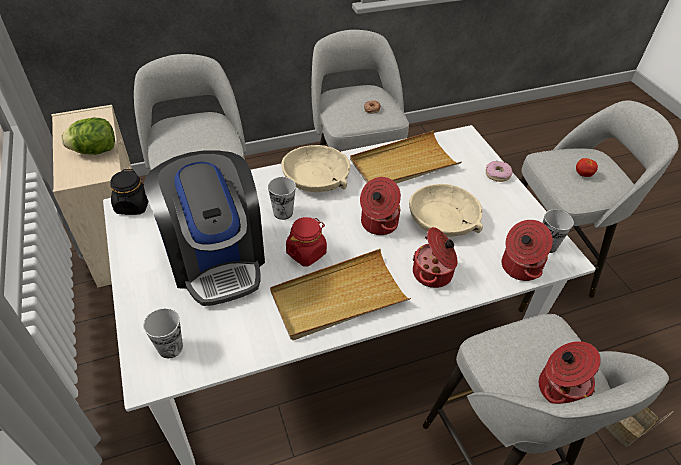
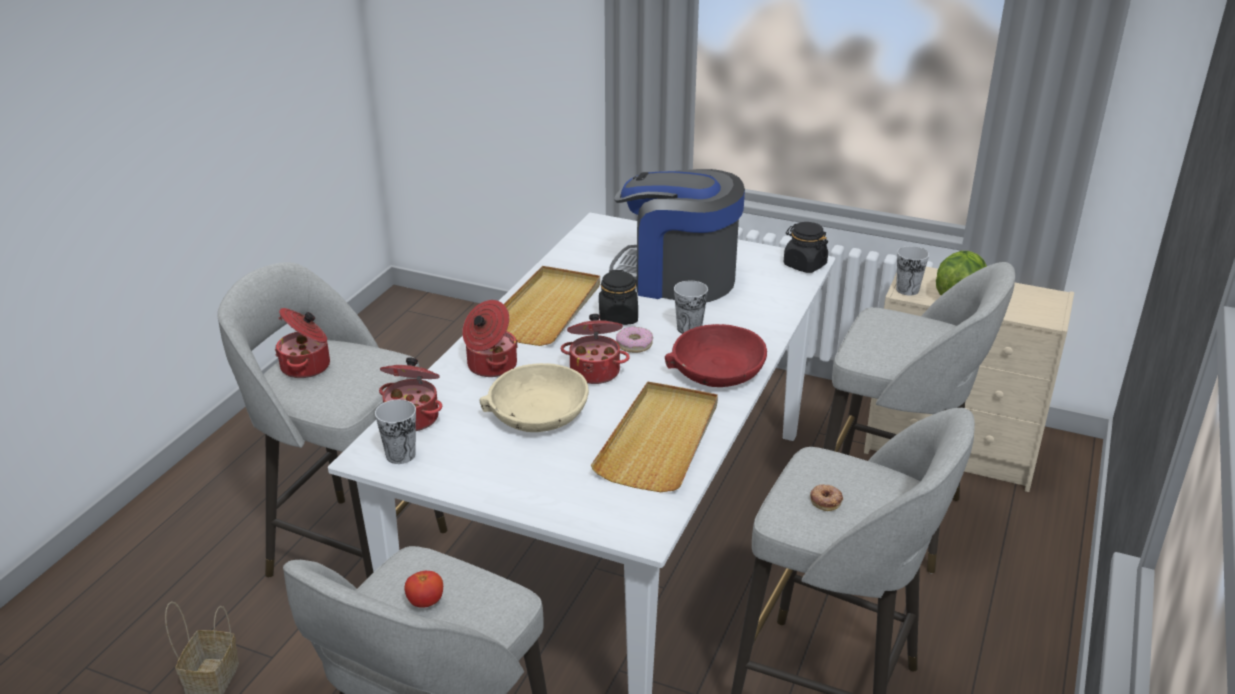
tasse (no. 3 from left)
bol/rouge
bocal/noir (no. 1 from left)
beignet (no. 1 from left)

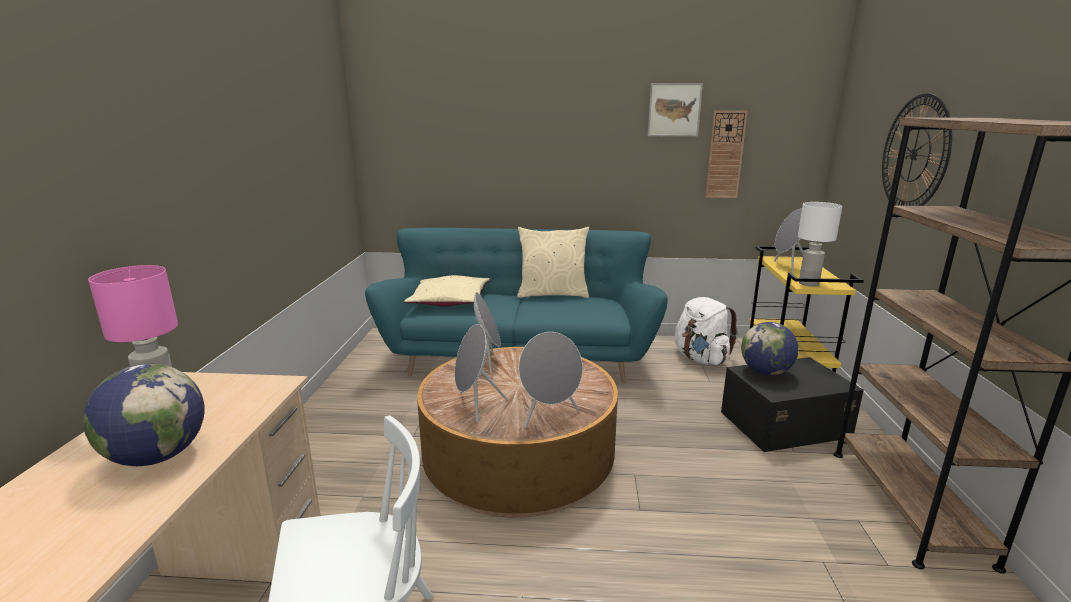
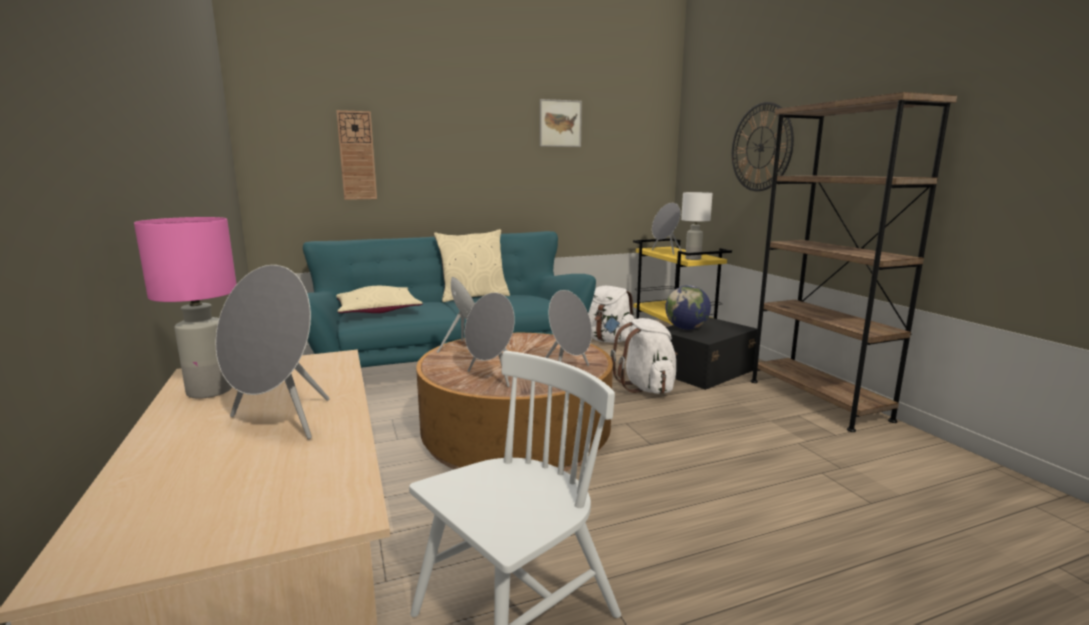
enceinte/gris (no. 1 from left)
horloge murale (no. 1 from left)
sac à dos/blanc (no. 2 from left)

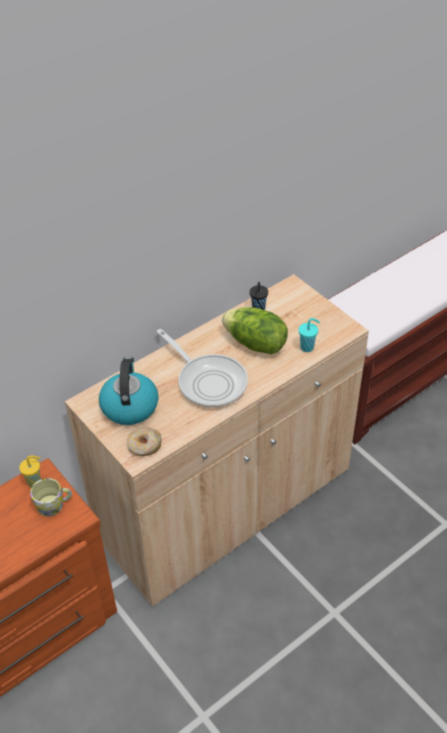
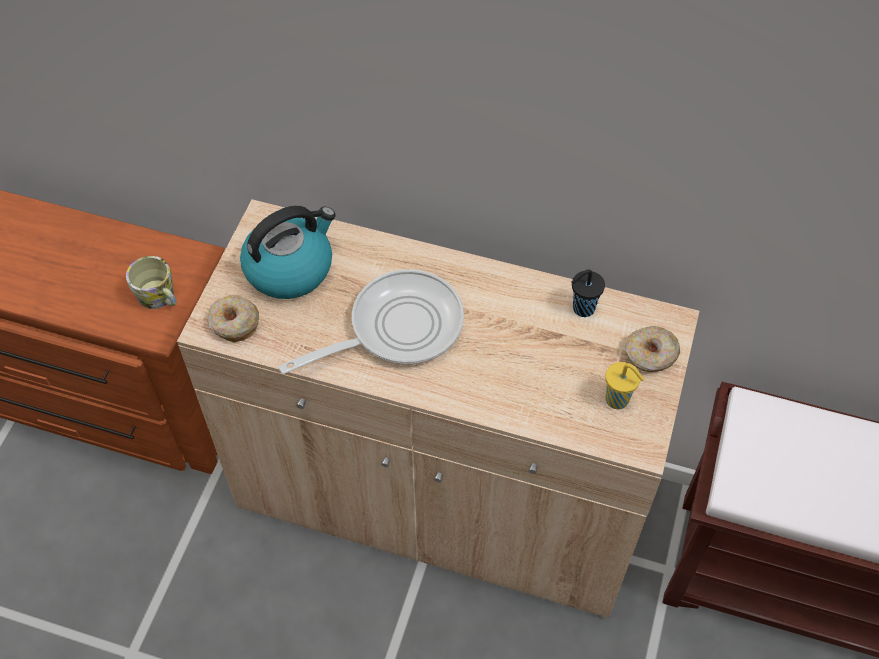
tasse/jaune
poêle
laitue
tasse/turquoise
beignet (no. 2 from left)

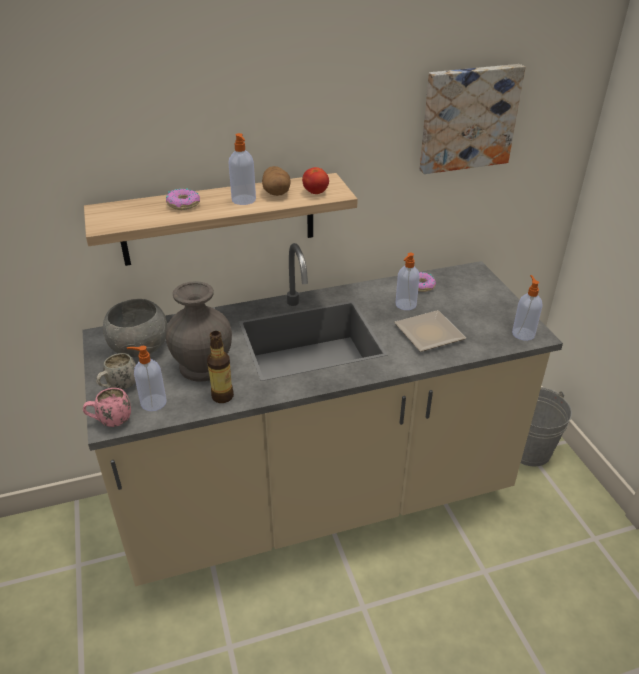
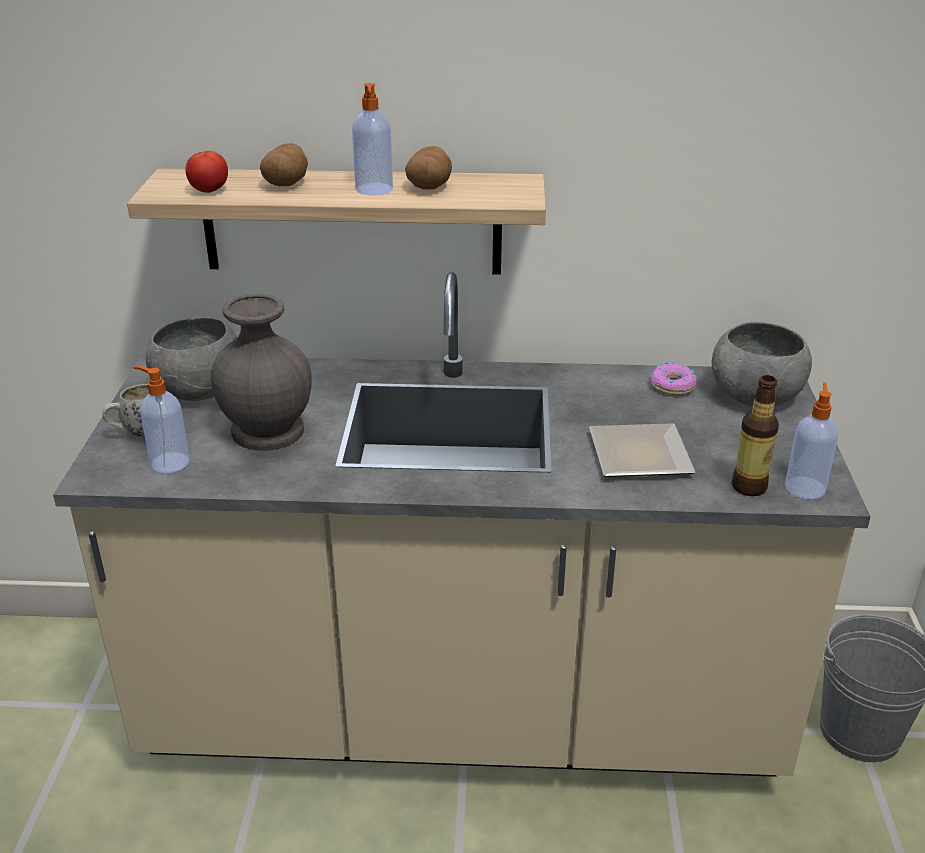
mug/rose
pomme de terre (no. 1 from left)
bouteille
tomate
distributeur de savon (no. 3 from left in the first image)
tableau
bol/gris (no. 2 from left)

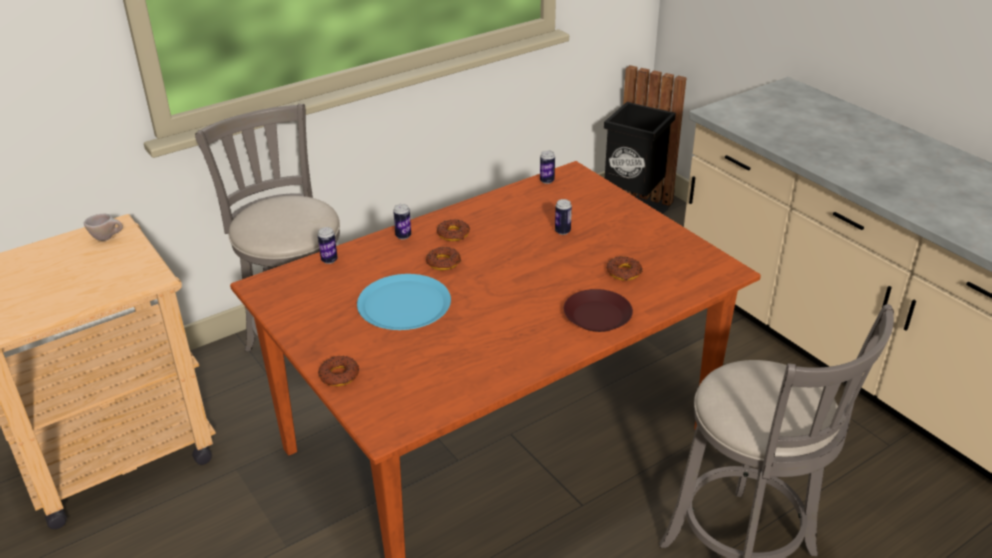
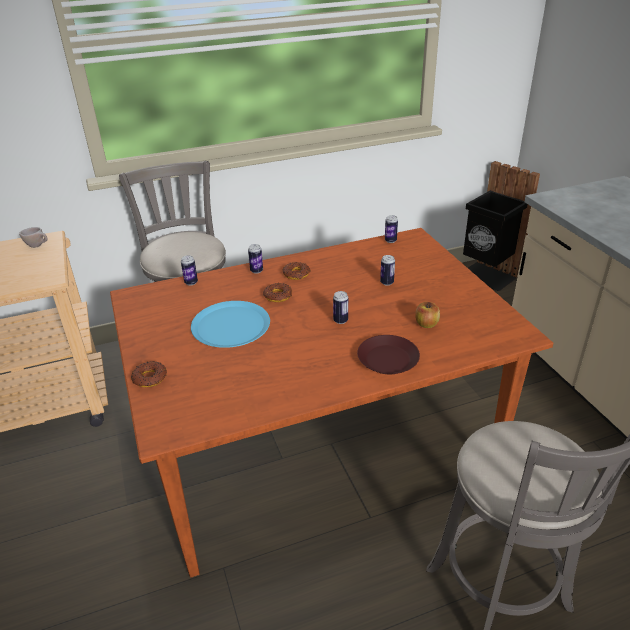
pomme
boîte métallique (no. 3 from left)

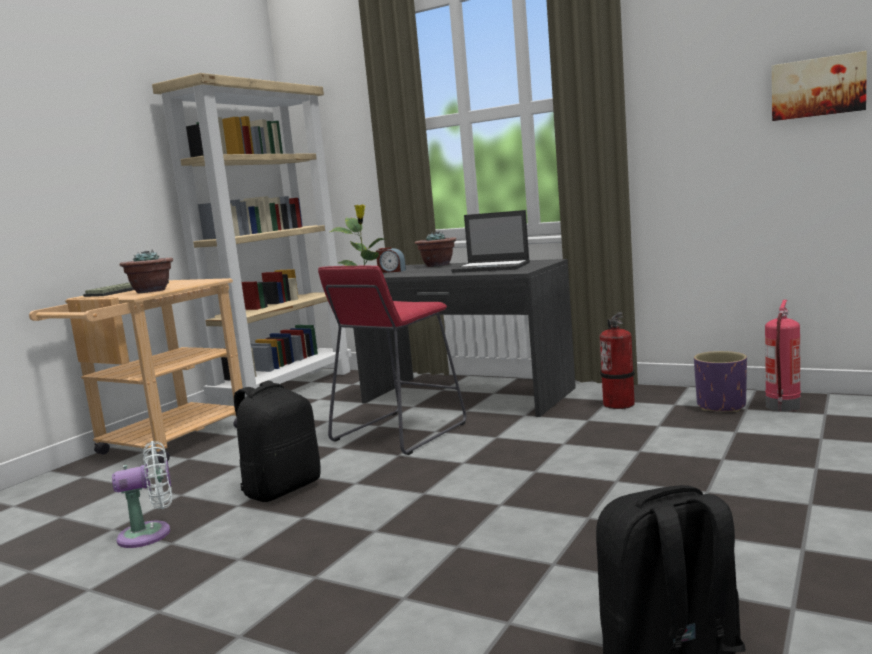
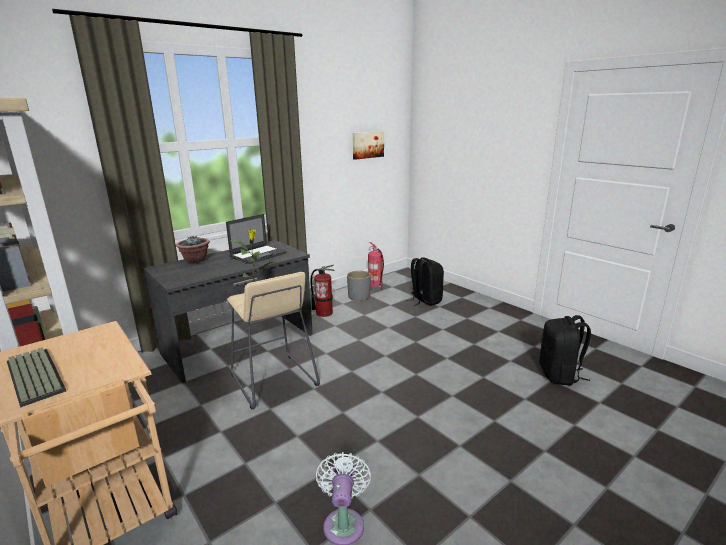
plante en pot (no. 1 from left in the first image)
sac à dos/noir (no. 1 from left)
tabouret/beige
réveil
cache-pot/gris

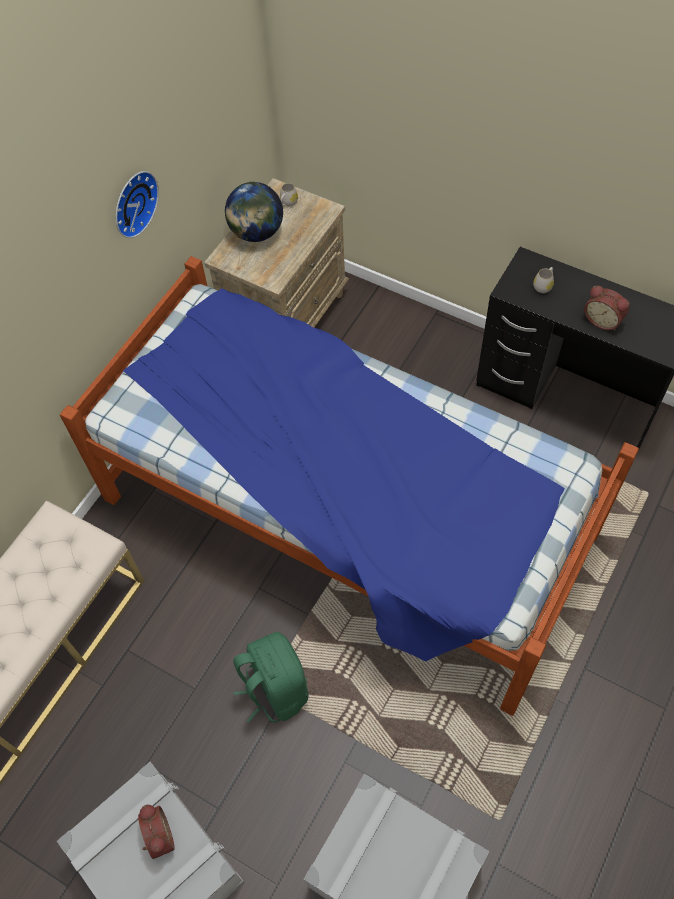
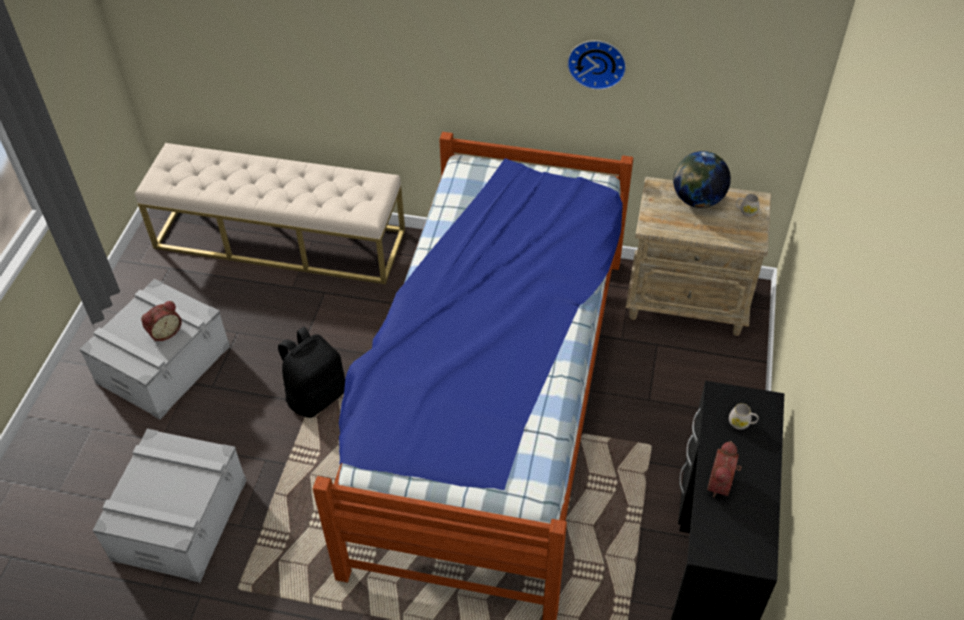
sac à dos/noir

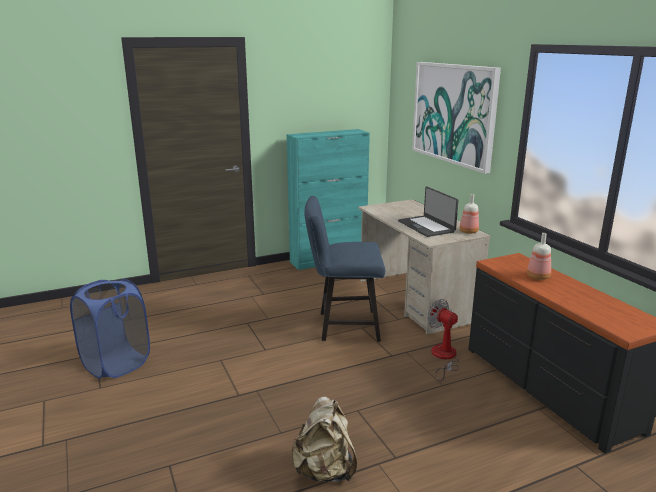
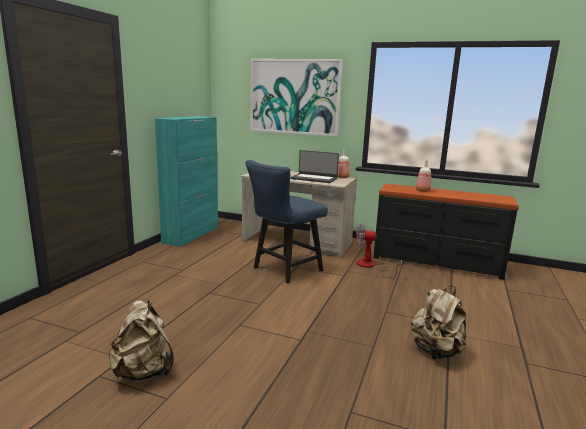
sac à dos/beige (no. 1 from left)

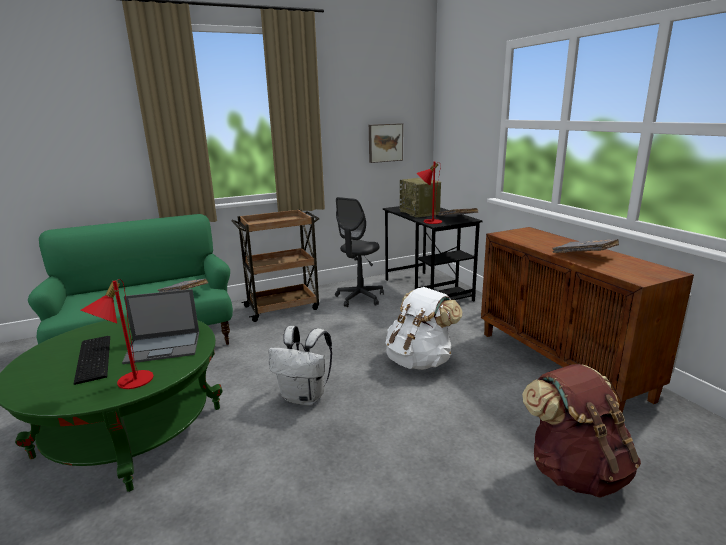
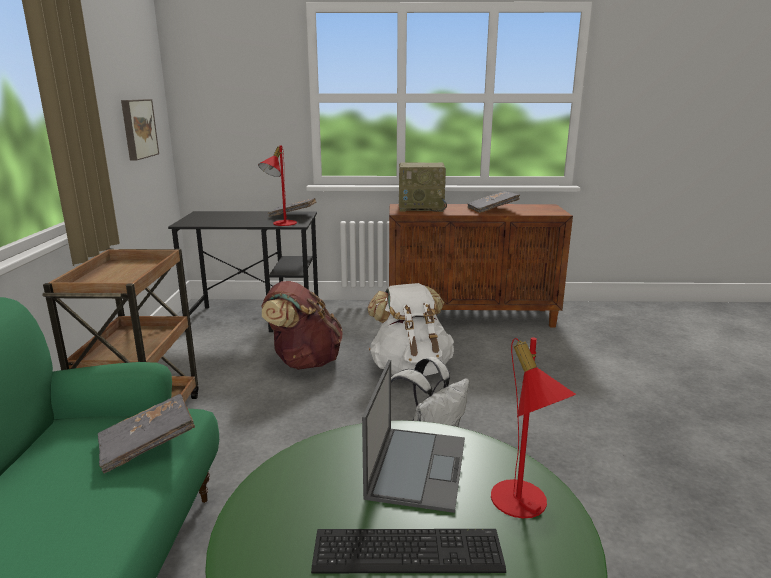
chaise de bureau/gris
radio
sac à dos/marron

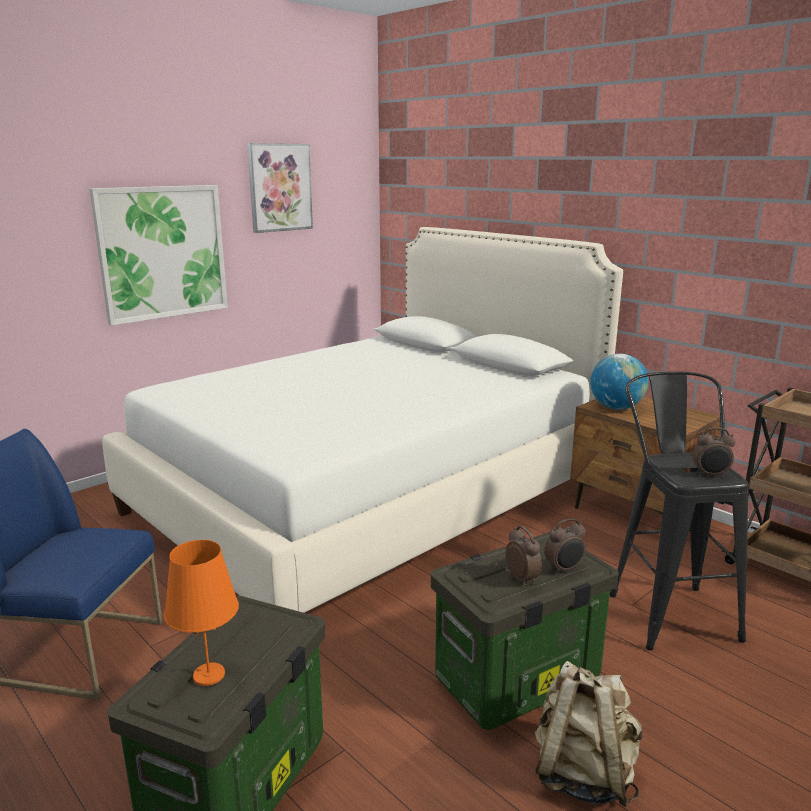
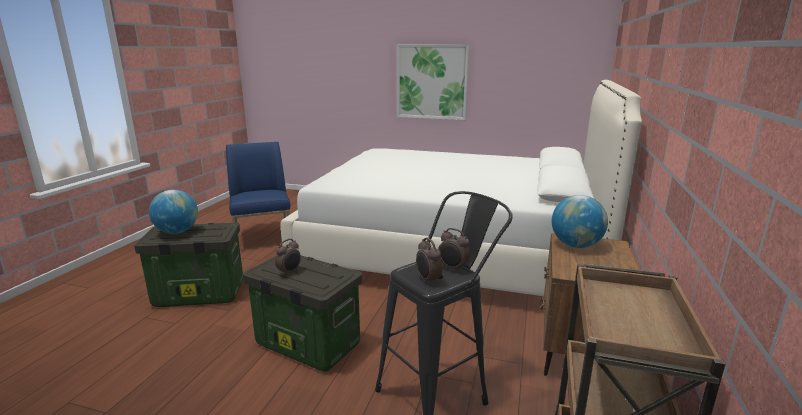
globe (no. 1 from left)
tableau (no. 2 from left in the first image)
sac à dos/beige
réveil (no. 3 from left)

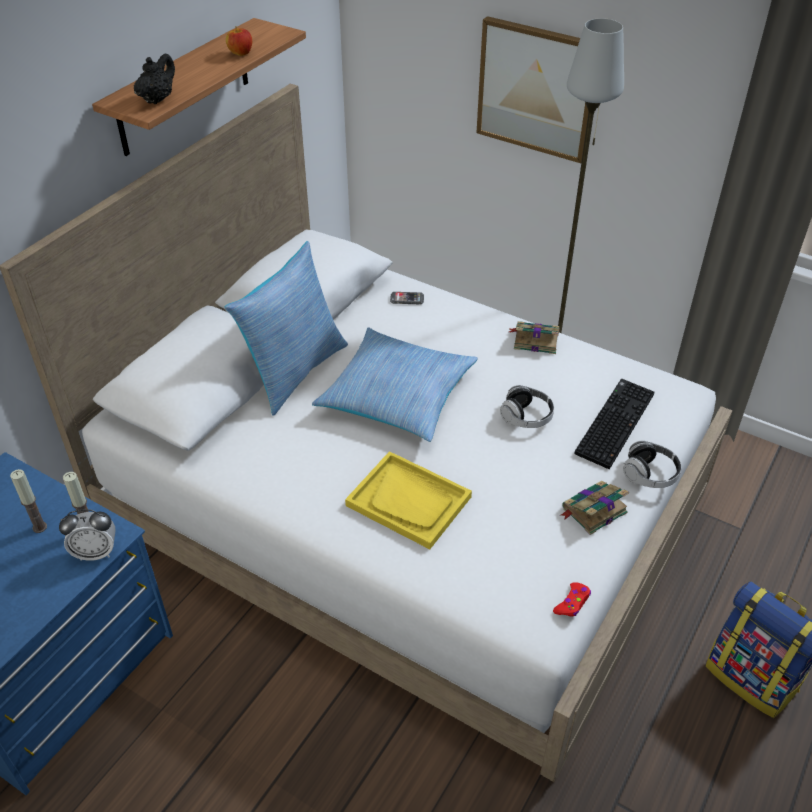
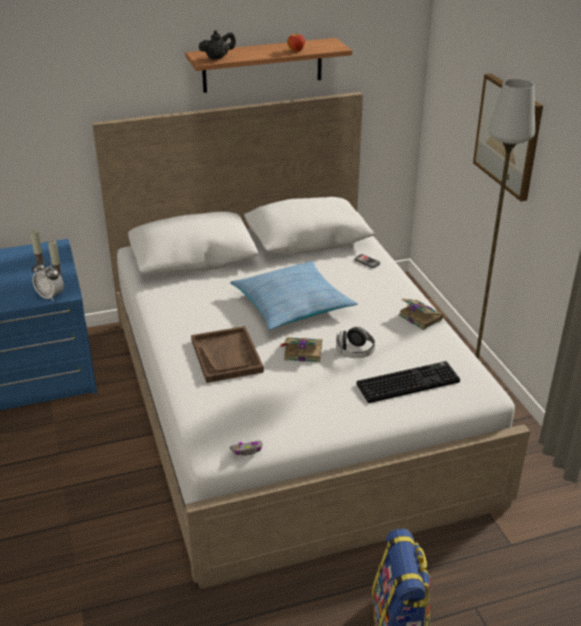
coussin (no. 1 from left in the first image)
plateau/marron
manette/gris
livre (no. 1 from left)
casque audio (no. 2 from left in the first image)

